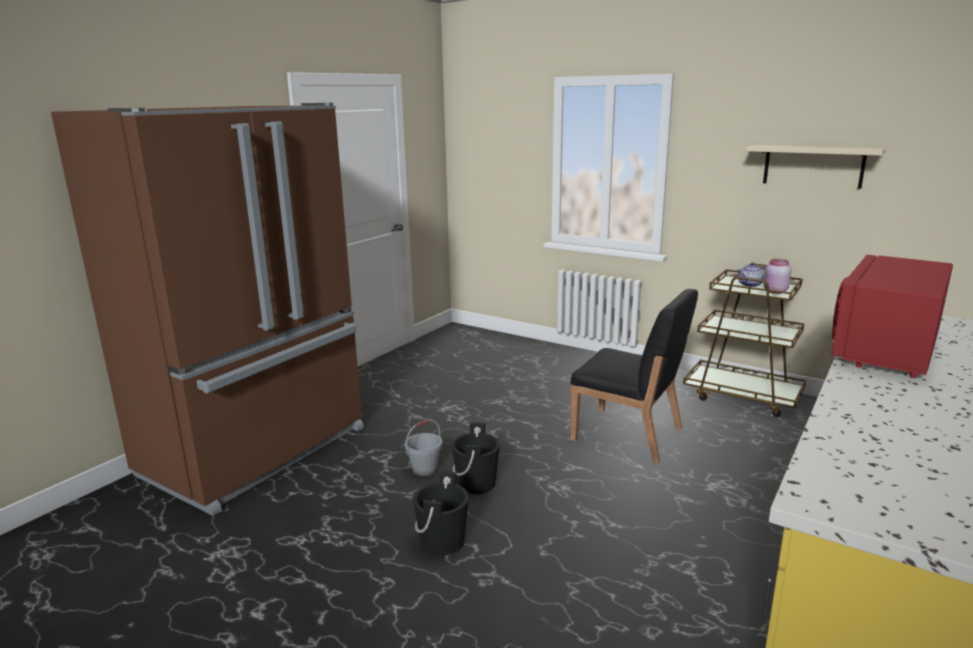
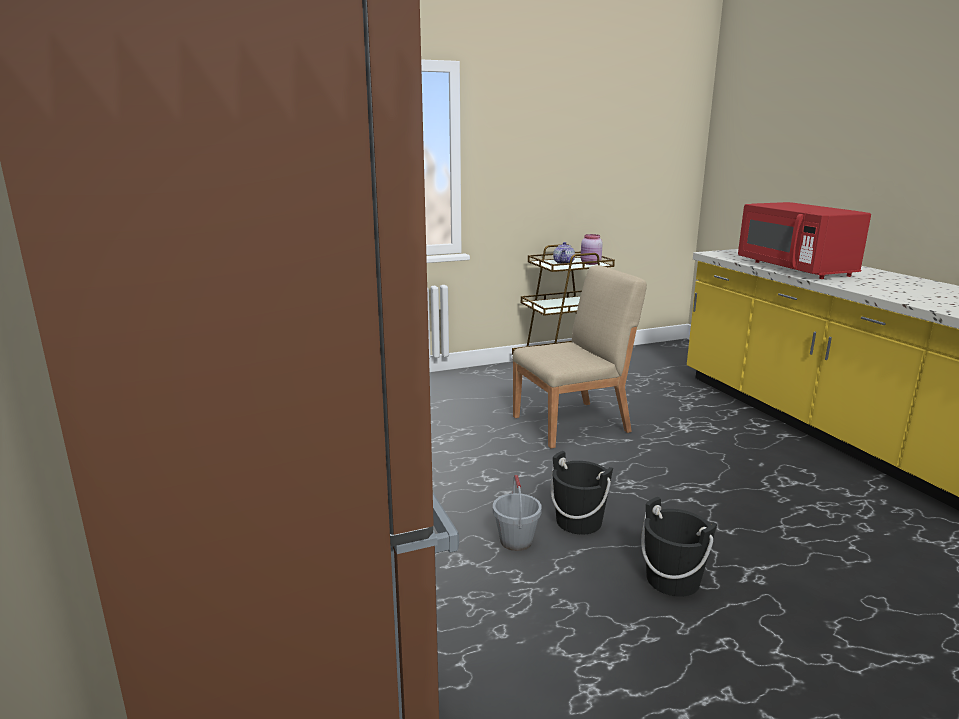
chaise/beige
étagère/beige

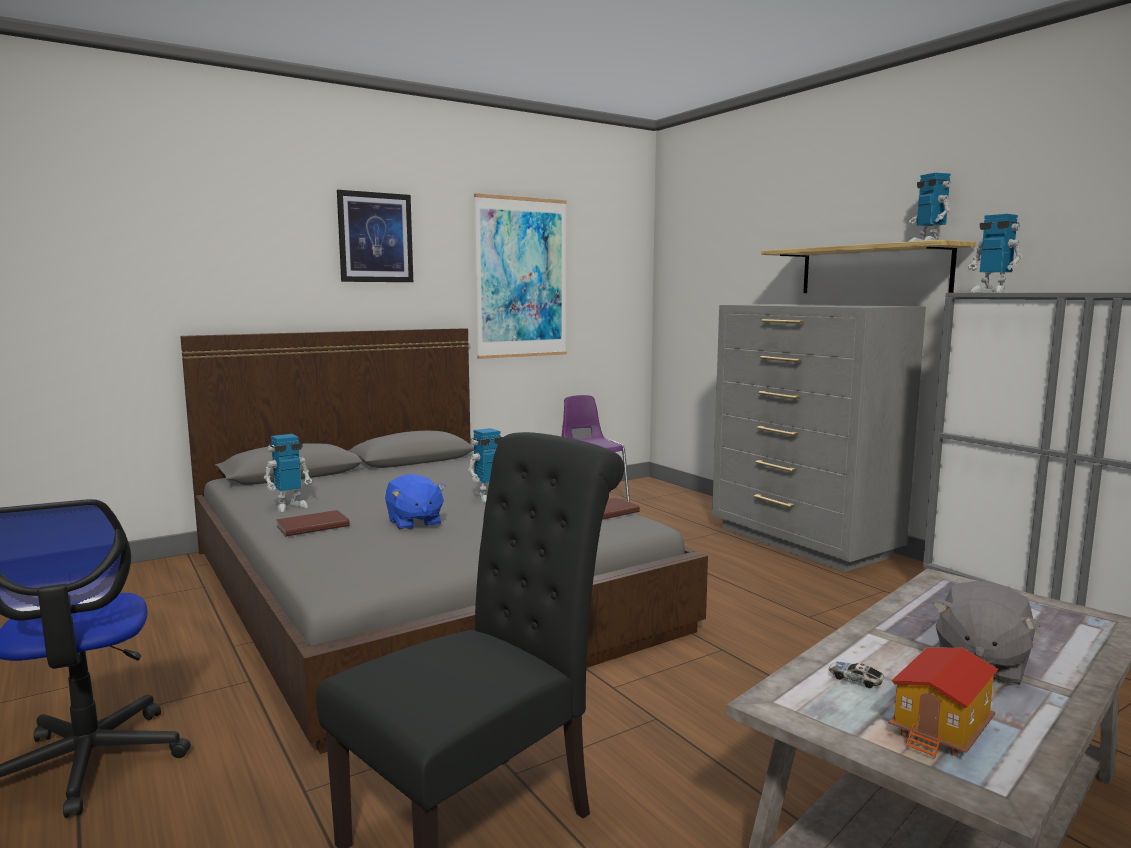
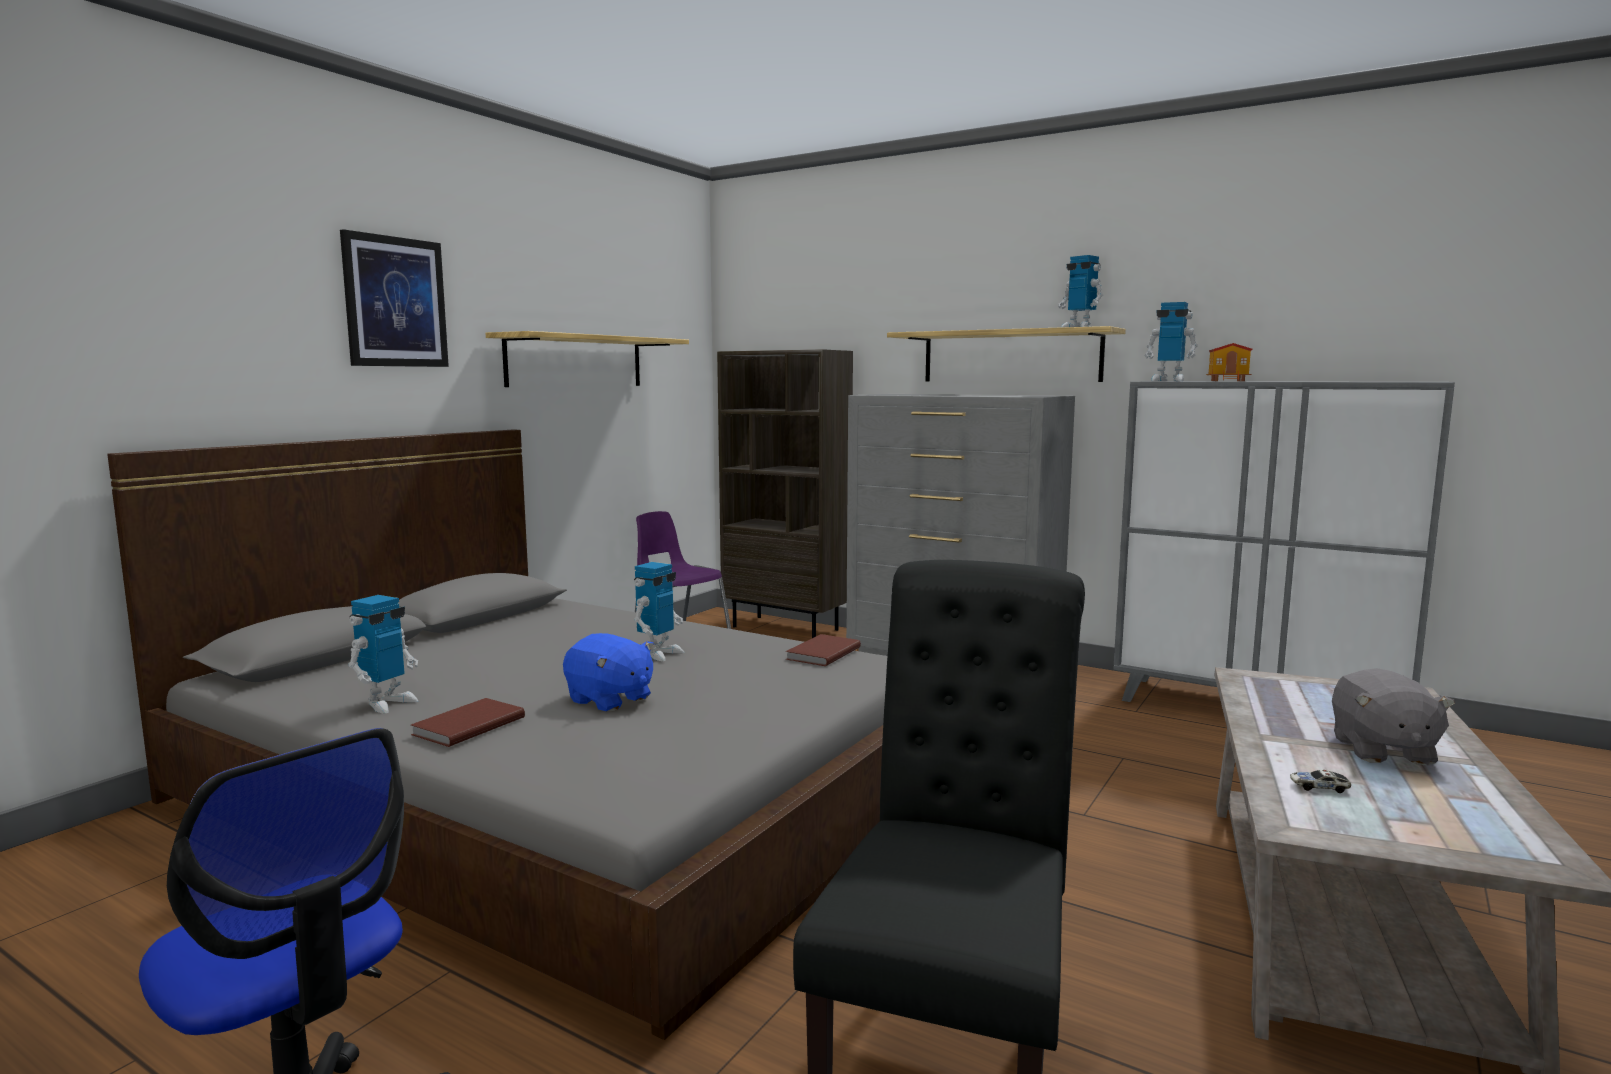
étagère (no. 1 from left)
maison miniature
bibliothèque/marron

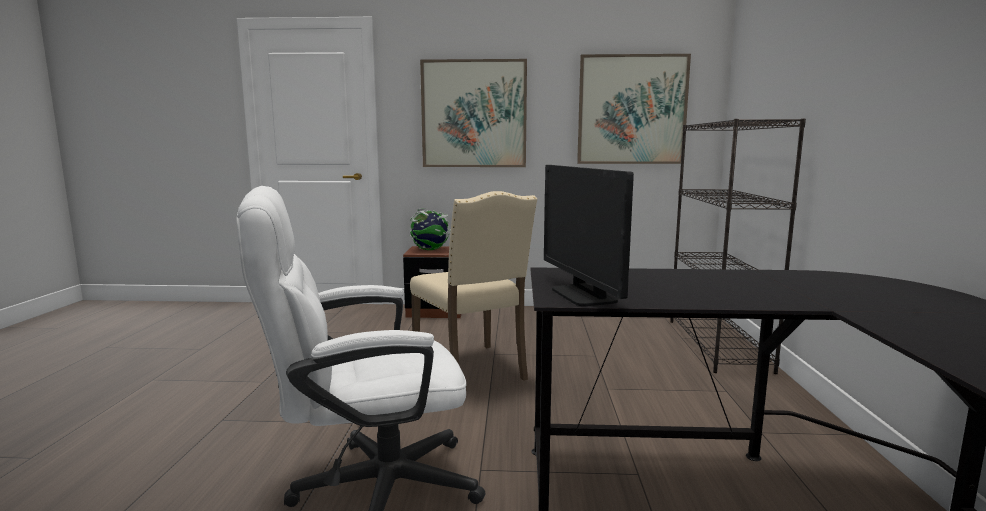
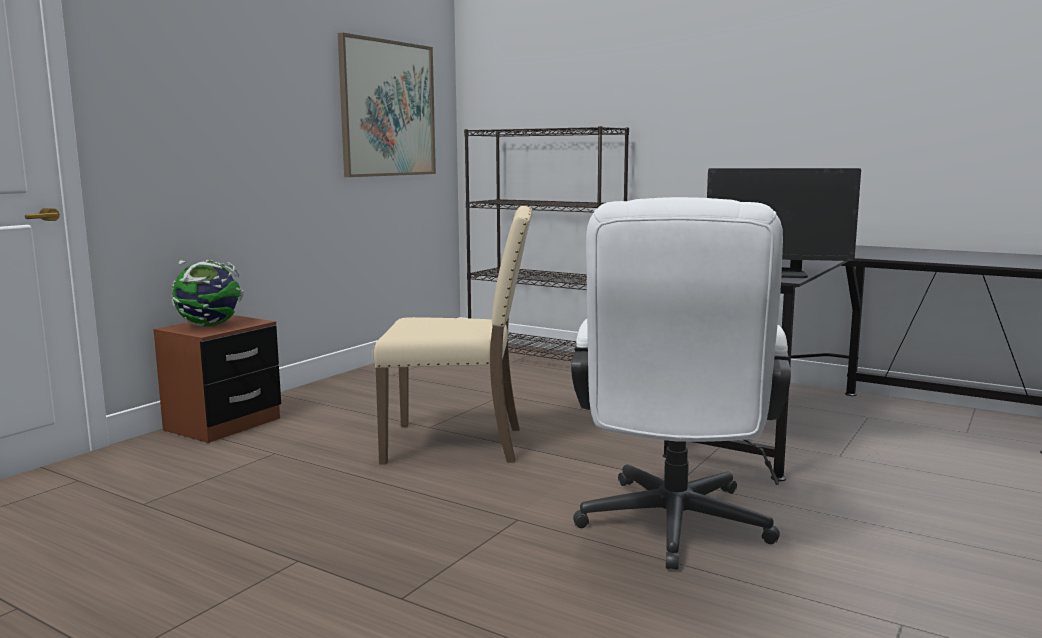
tableau (no. 1 from left in the first image)

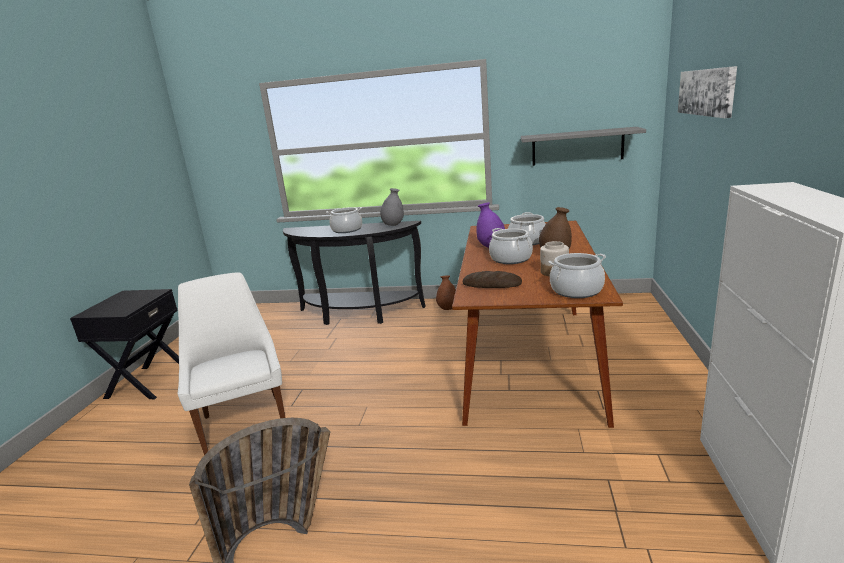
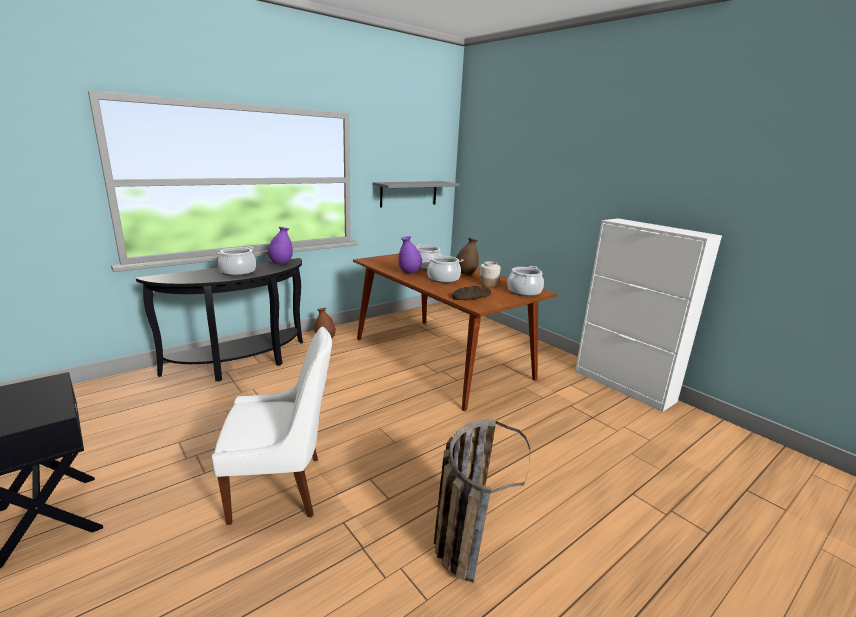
chaise/blanc
vase/violet (no. 1 from left)
tableau

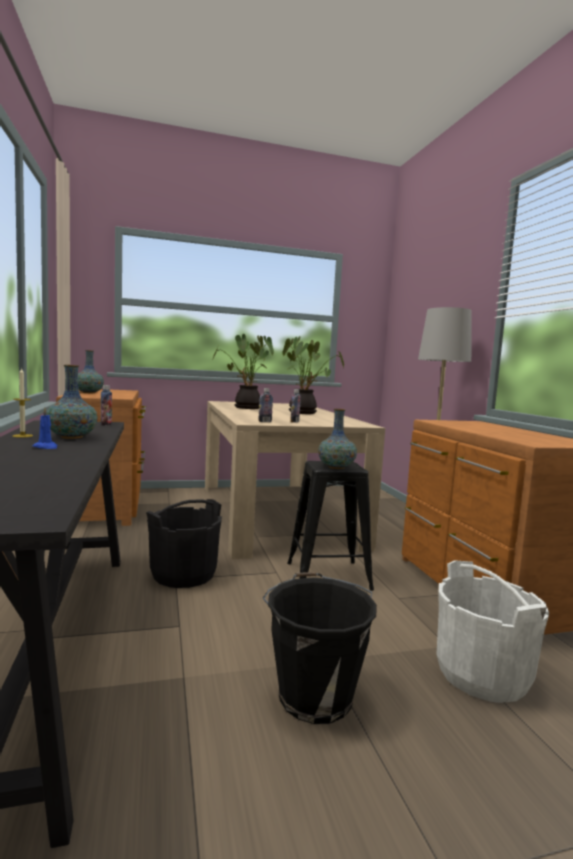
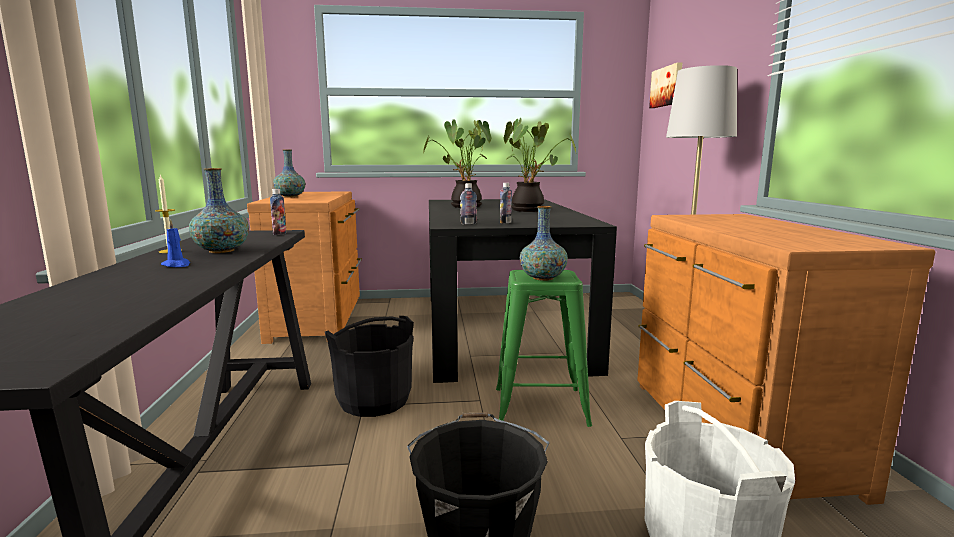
table à manger/noir
tabouret/vert
tableau

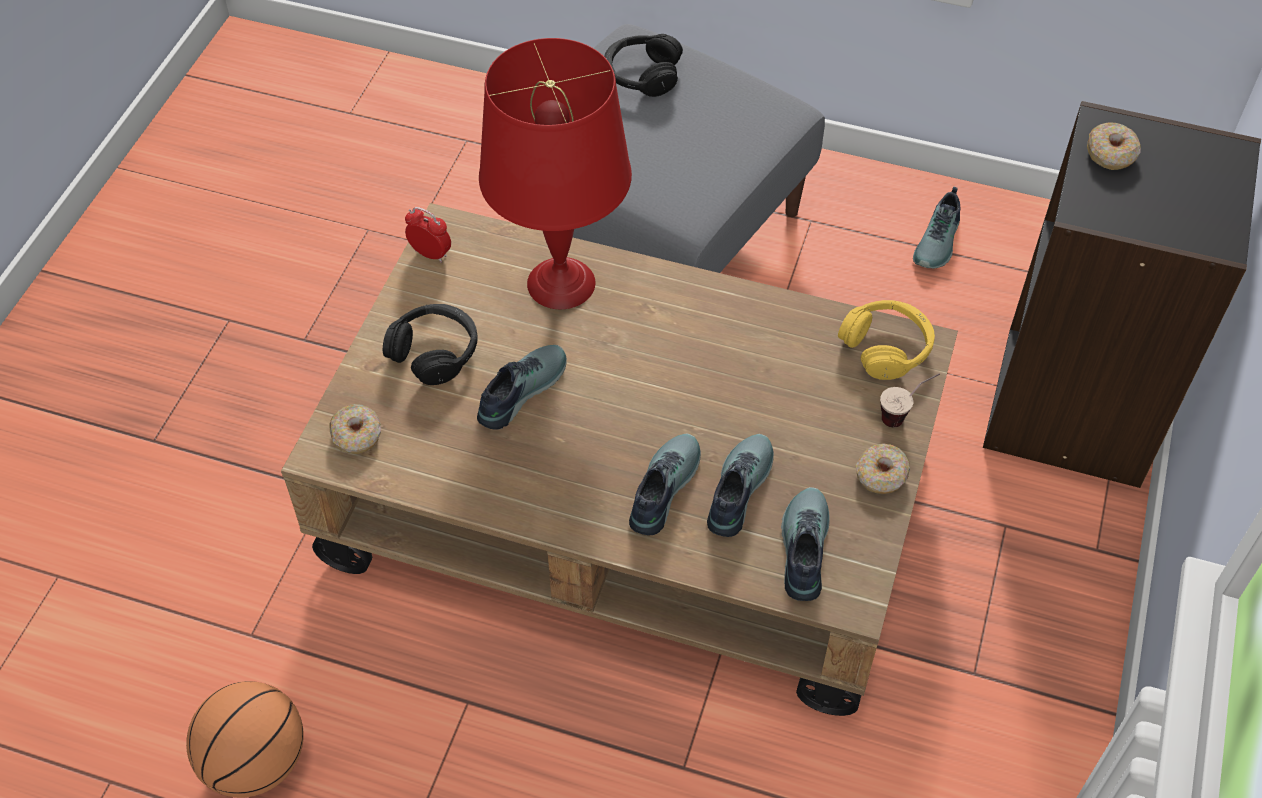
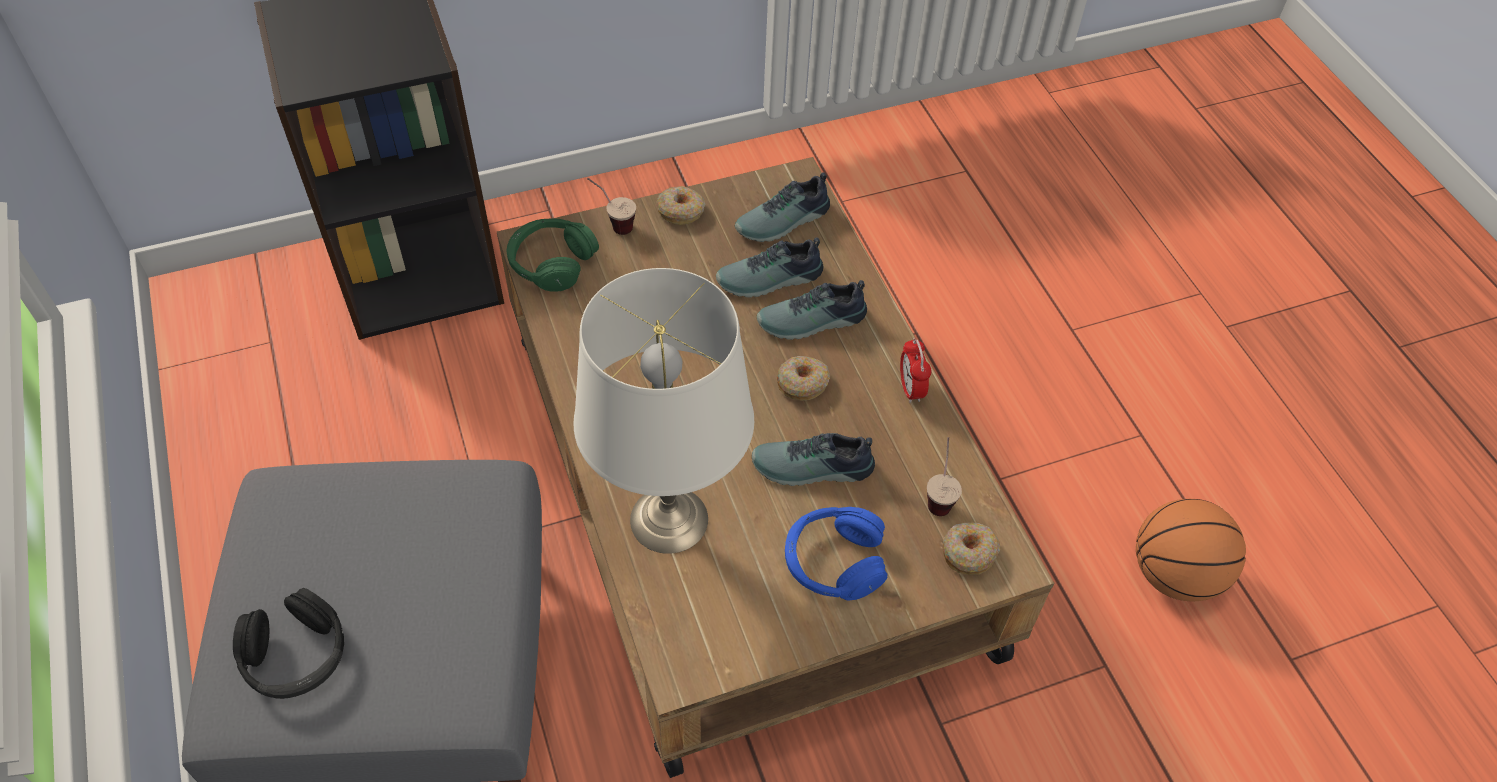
casque audio/bleu
réveil
lampe de table/blanc
casque audio/vert
chaussure (no. 5 from left in the first image)
beignet (no. 2 from left)
tasse (no. 2 from left)

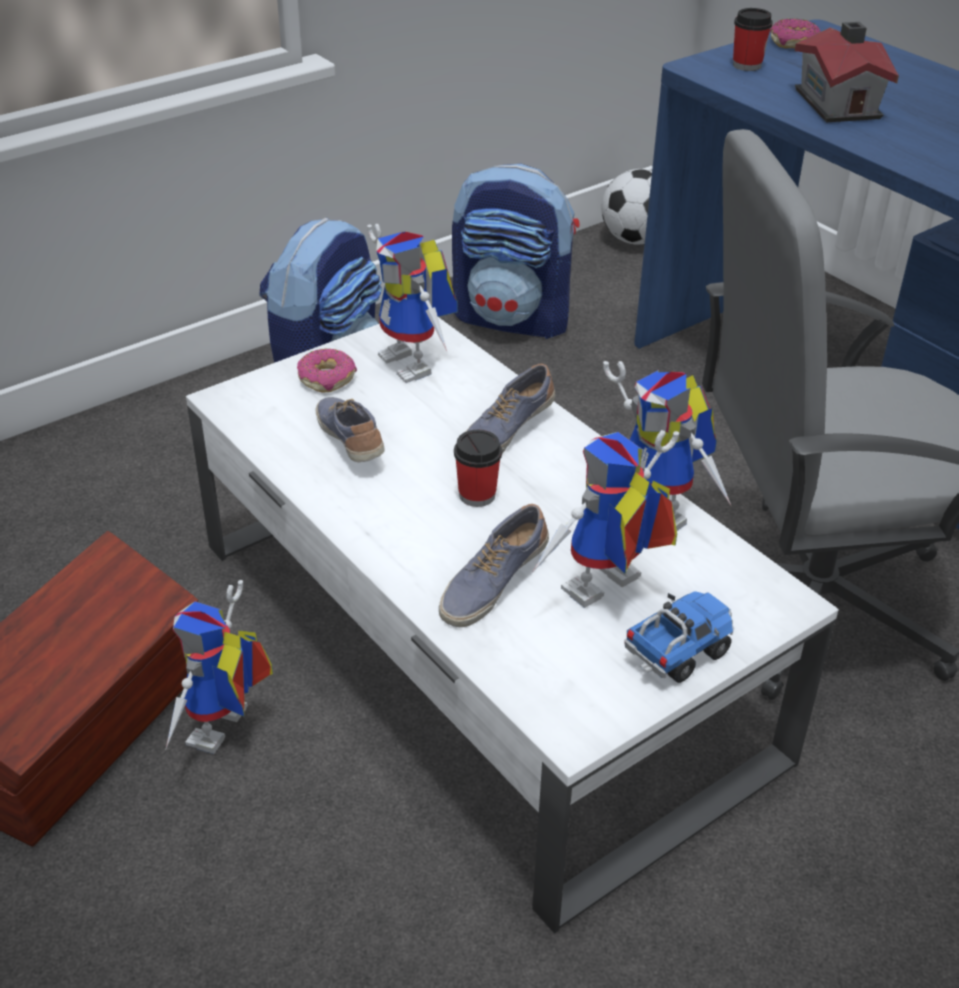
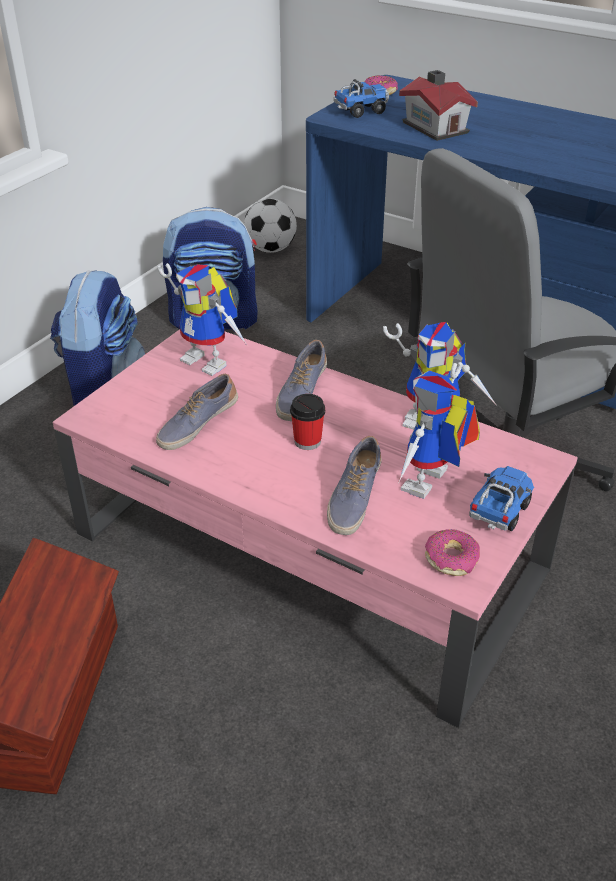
robot jouet (no. 1 from left in the first image)
table basse/rose
beignet (no. 2 from left)
chaussure (no. 1 from left)
camion jouet (no. 1 from left)

